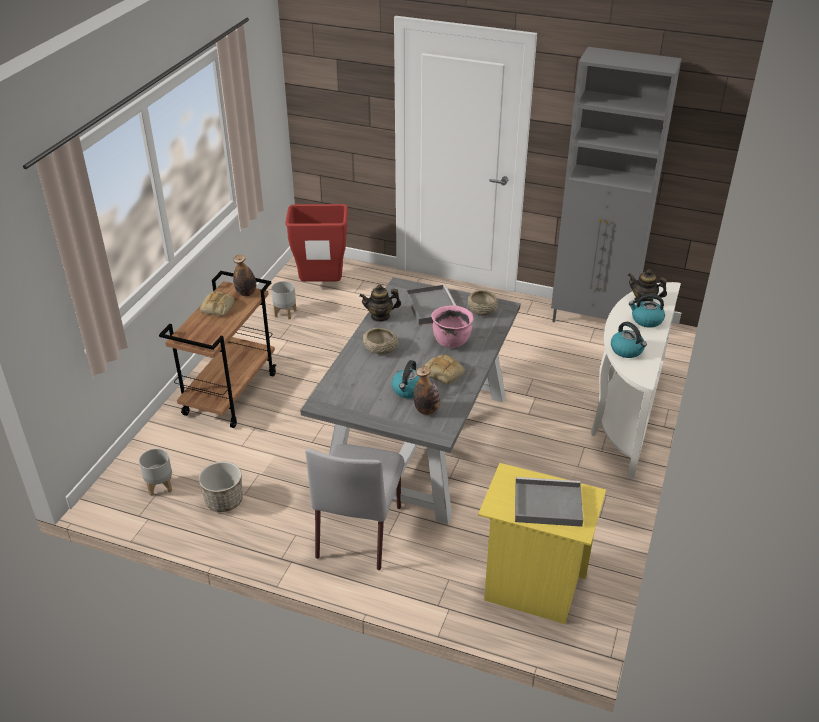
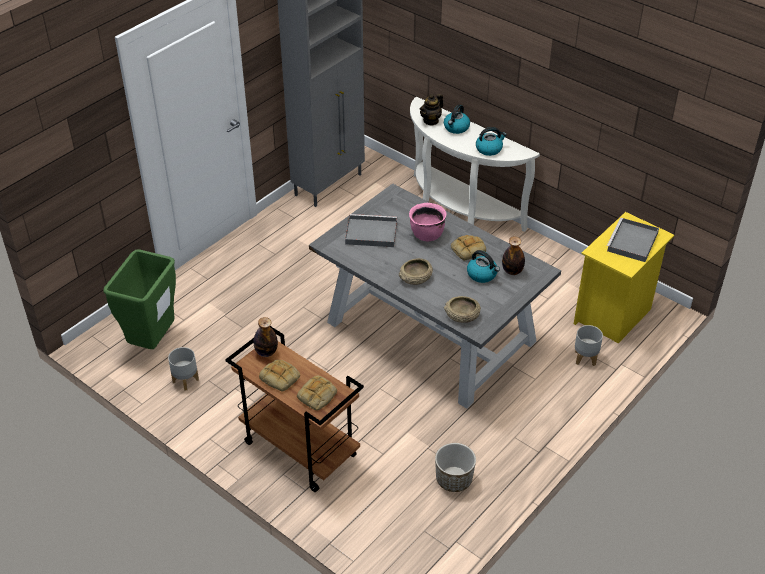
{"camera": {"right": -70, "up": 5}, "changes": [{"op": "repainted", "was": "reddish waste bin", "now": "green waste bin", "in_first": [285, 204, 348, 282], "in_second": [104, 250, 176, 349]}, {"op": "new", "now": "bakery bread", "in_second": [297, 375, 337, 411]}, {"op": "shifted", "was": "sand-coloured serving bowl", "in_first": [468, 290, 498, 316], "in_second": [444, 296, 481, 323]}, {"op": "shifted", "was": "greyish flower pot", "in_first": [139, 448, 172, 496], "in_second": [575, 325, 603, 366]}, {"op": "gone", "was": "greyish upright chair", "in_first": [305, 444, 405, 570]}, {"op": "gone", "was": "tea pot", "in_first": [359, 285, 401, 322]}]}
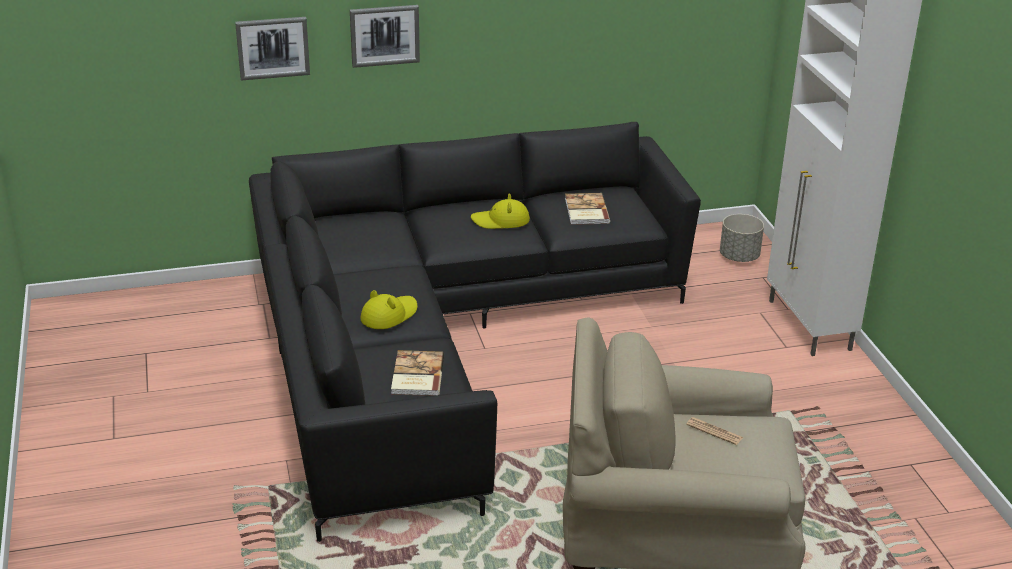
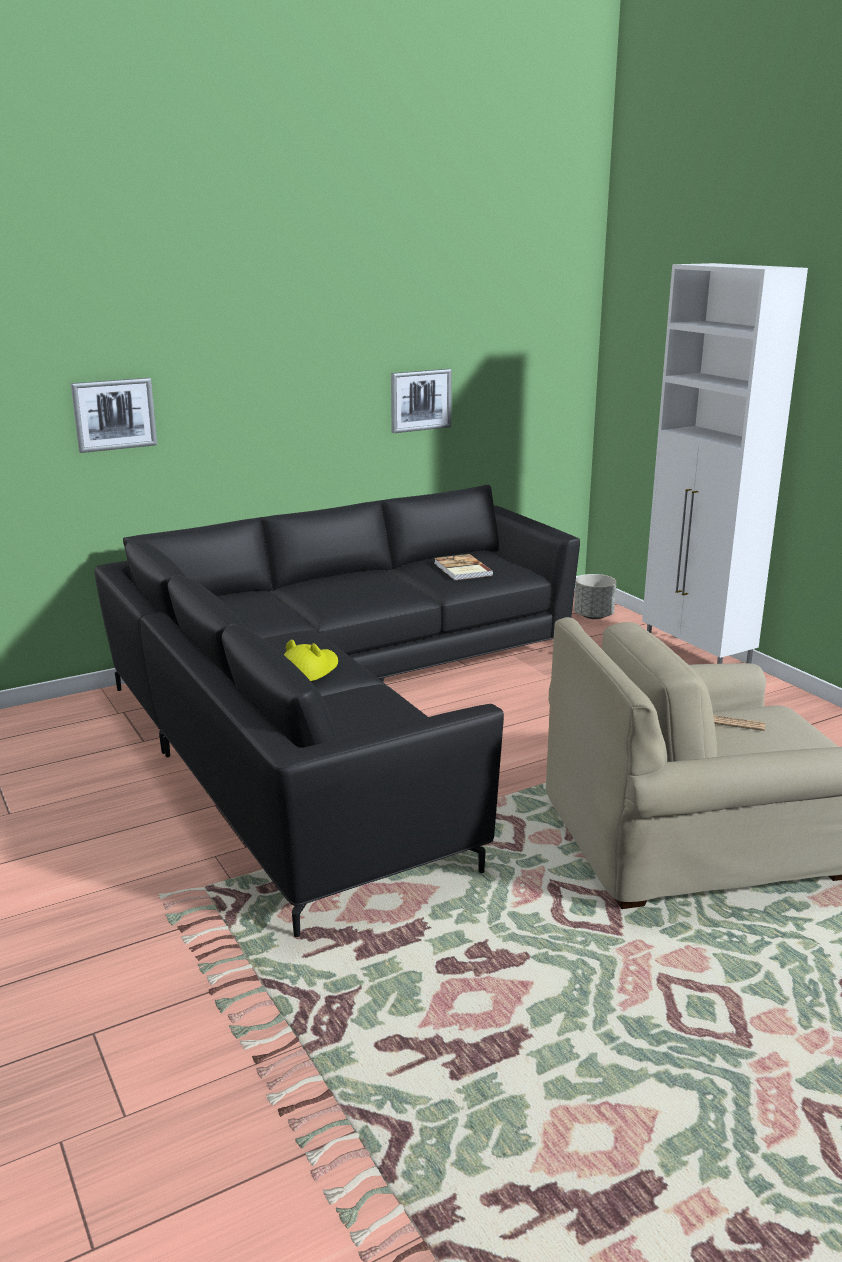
{"camera": {"right": -15, "up": -10}, "changes": [{"op": "shifted", "was": "picture", "in_first": [350, 5, 420, 68], "in_second": [391, 369, 452, 433]}, {"op": "gone", "was": "book", "in_first": [391, 350, 444, 396]}, {"op": "gone", "was": "yellow clothing hat", "in_first": [471, 193, 530, 229]}]}
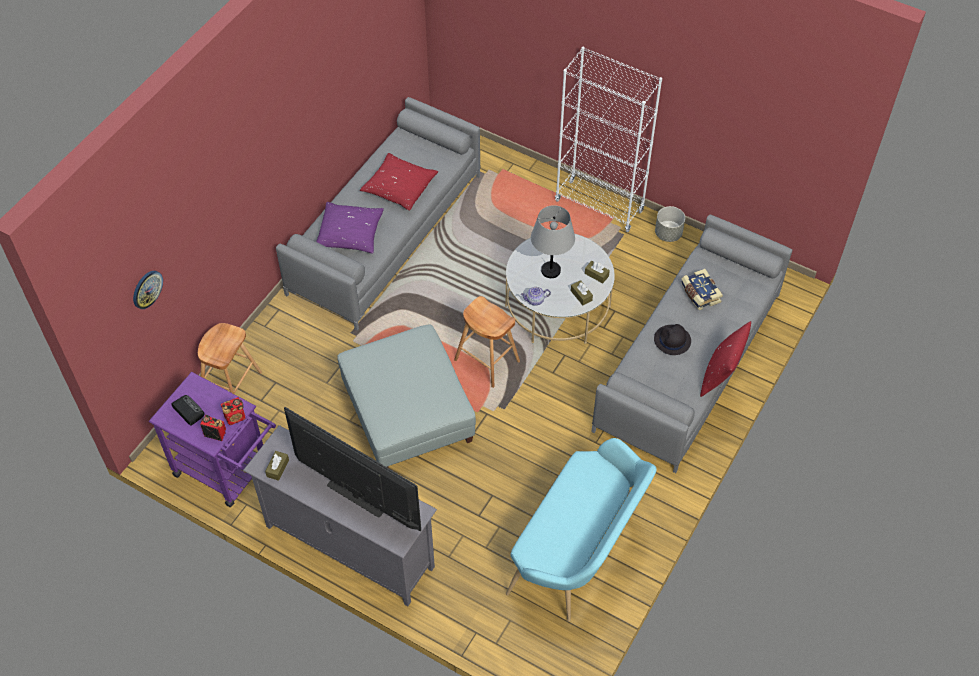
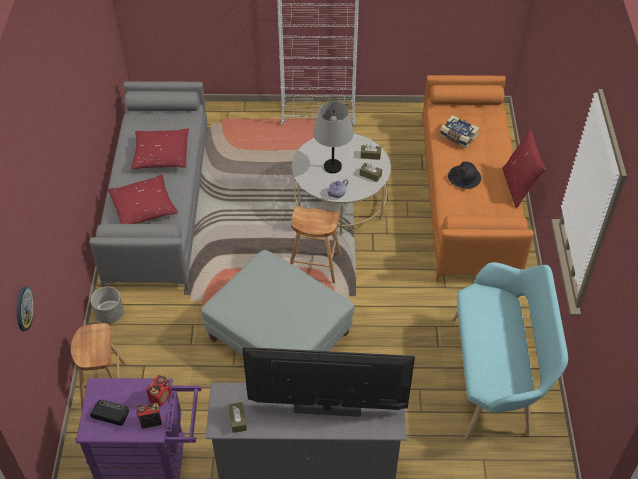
{"camera": {"right": -30, "up": -5}, "changes": [{"op": "shifted", "was": "greyish flower pot", "in_first": [655, 206, 685, 242], "in_second": [91, 287, 124, 324]}, {"op": "repainted", "was": "purplish pillow", "now": "reddish pillow", "in_first": [316, 202, 384, 253], "in_second": [108, 175, 178, 224]}, {"op": "repainted", "was": "greyish settee", "now": "orangey settee", "in_first": [591, 214, 792, 473], "in_second": [422, 75, 534, 281]}]}
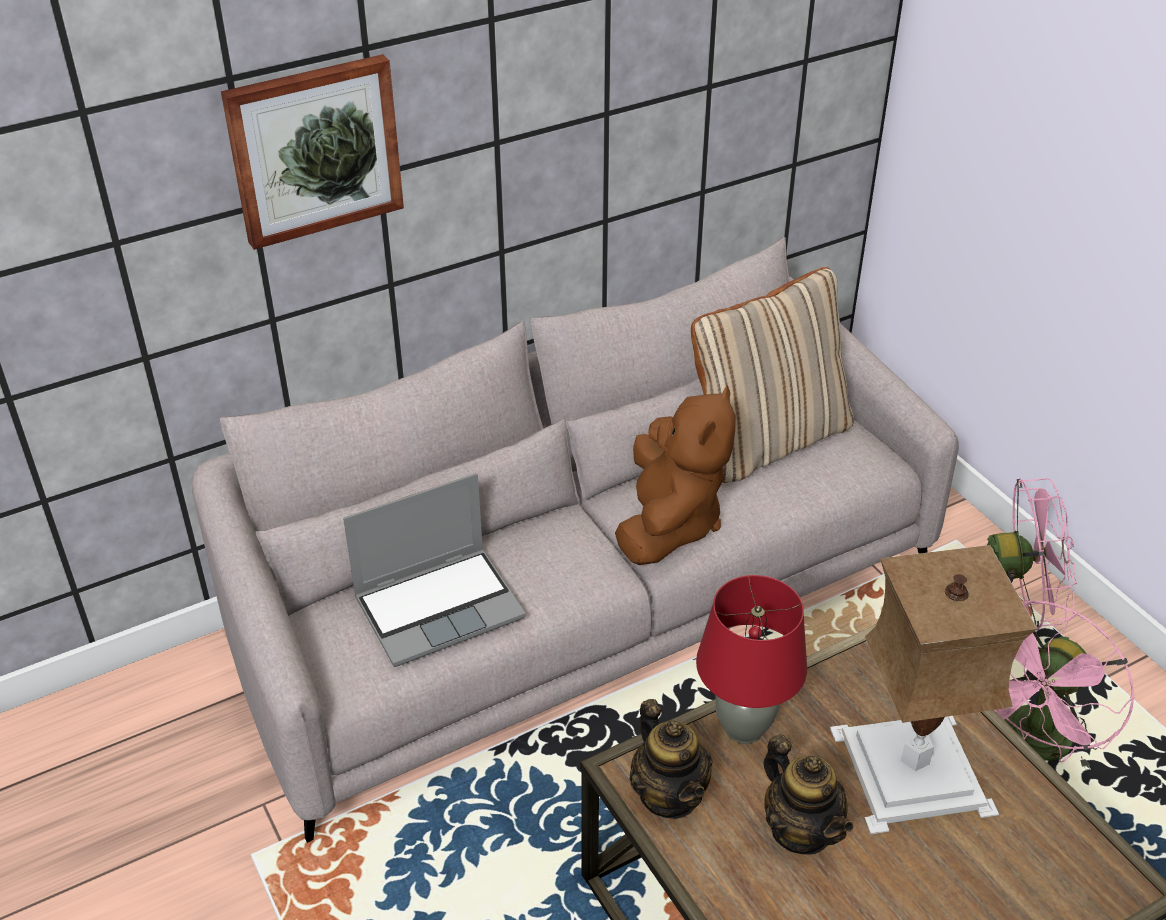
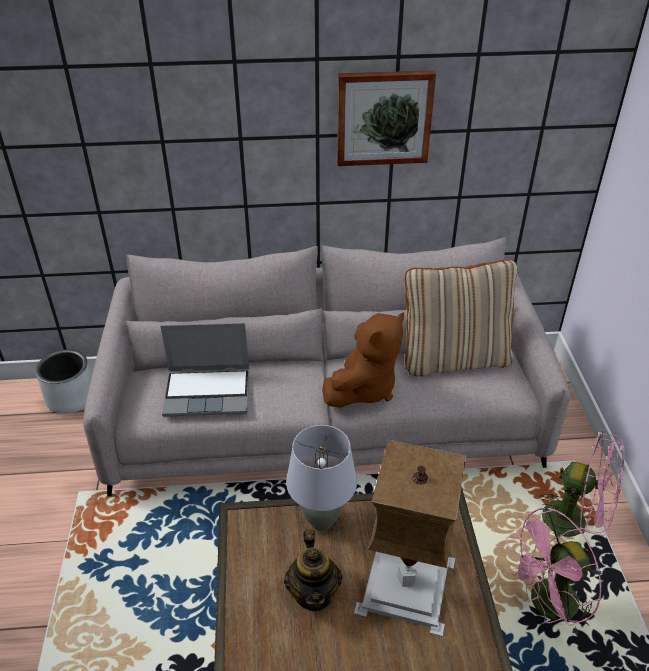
{"camera": {"right": 25, "up": 0}, "changes": [{"op": "new", "now": "greyish flower pot", "in_second": [35, 349, 92, 414]}, {"op": "repainted", "was": "reddish lamp for a table", "now": "greyish lamp for a table", "in_first": [696, 575, 807, 744], "in_second": [286, 425, 357, 531]}, {"op": "shifted", "was": "picture", "in_first": [221, 54, 404, 250], "in_second": [337, 70, 436, 166]}, {"op": "gone", "was": "tea pot", "in_first": [629, 699, 712, 819]}]}
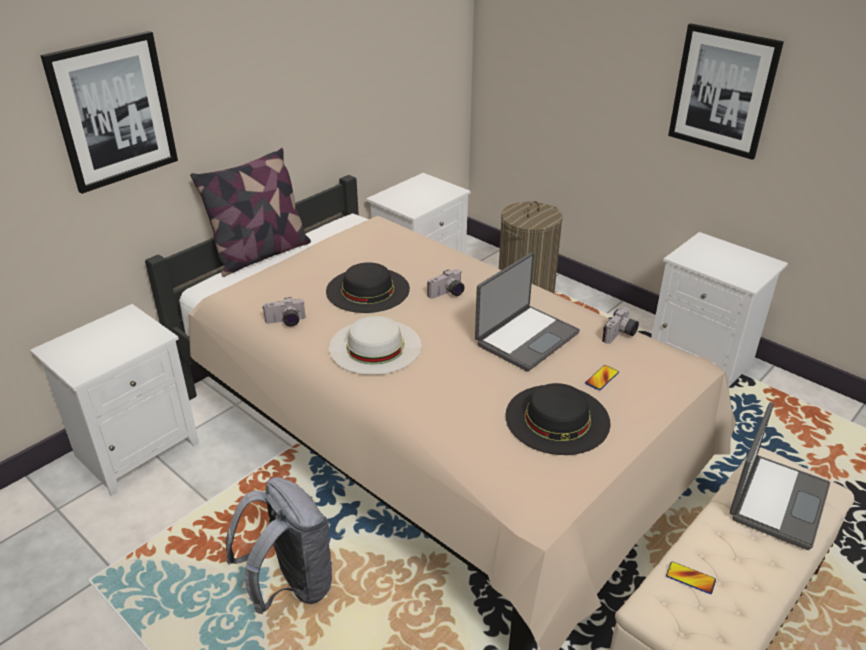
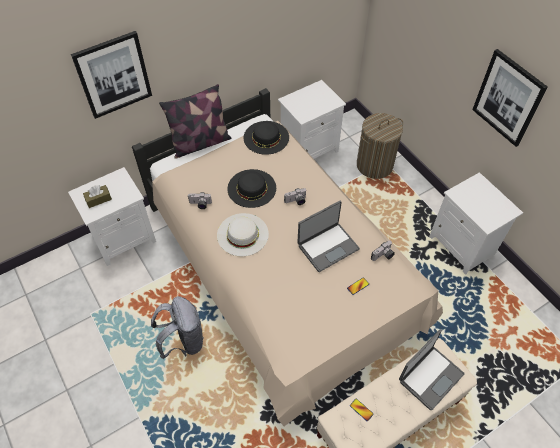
{"camera": {"right": 15, "up": 20}, "changes": [{"op": "new", "now": "brown tissue box", "in_second": [83, 185, 112, 208]}, {"op": "shifted", "was": "blackish clothing hat", "in_first": [505, 383, 610, 455], "in_second": [244, 121, 289, 155]}]}
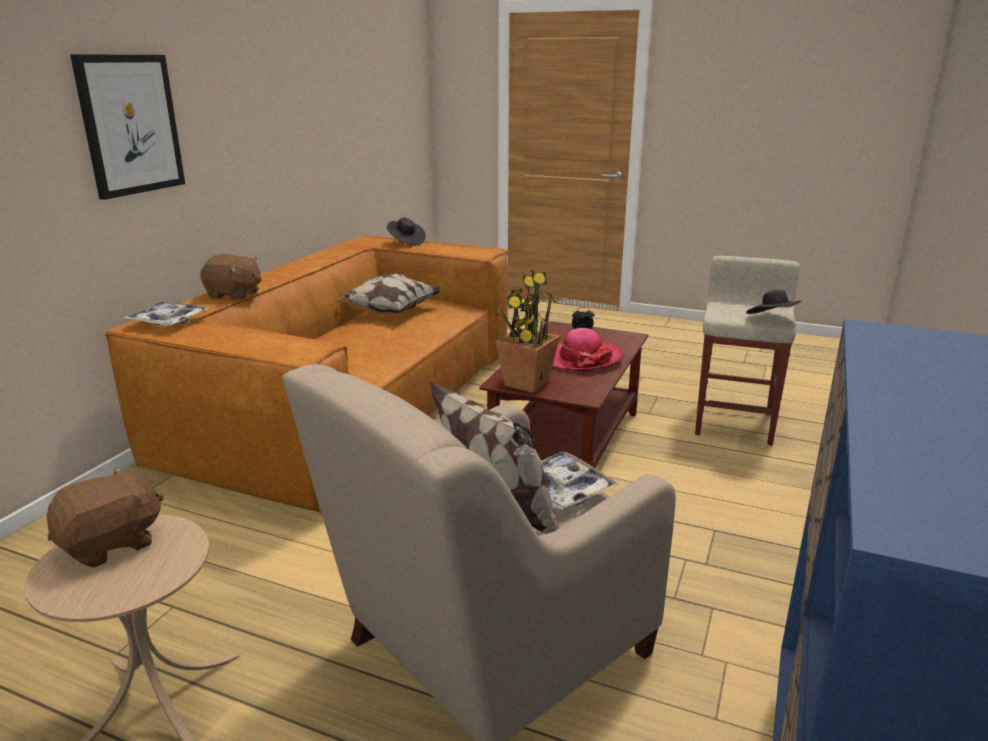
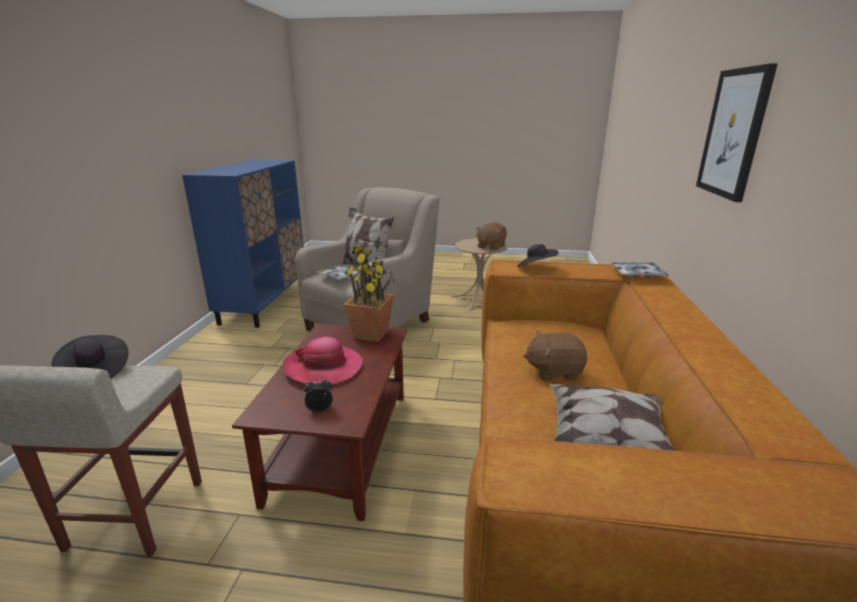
{"camera": {"right": 165, "up": 0}, "changes": [{"op": "shifted", "was": "blackish clothing hat", "in_first": [387, 218, 426, 246], "in_second": [517, 244, 559, 267]}, {"op": "shifted", "was": "brown soft toy", "in_first": [200, 254, 262, 300], "in_second": [524, 331, 587, 381]}]}
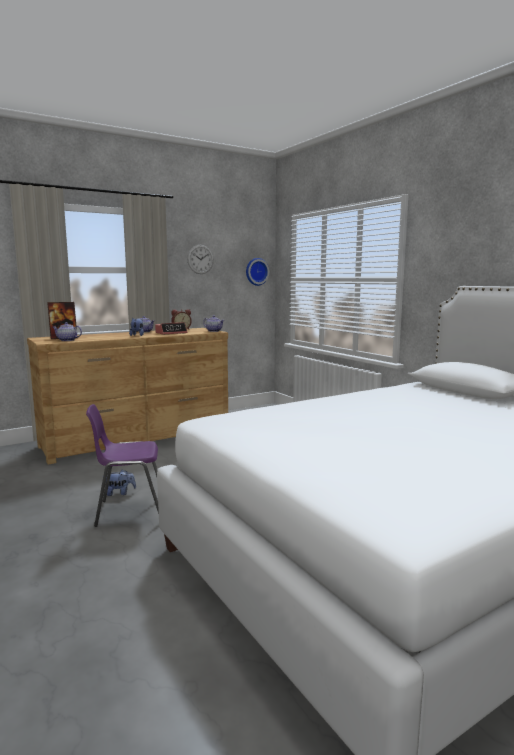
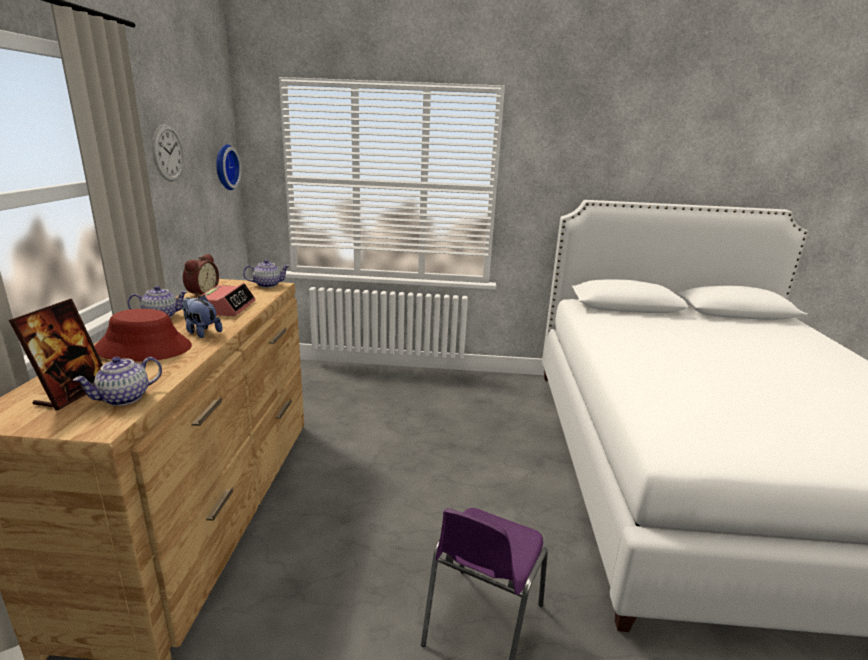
{"camera": {"right": -55, "up": 10}, "changes": [{"op": "new", "now": "reddish clothing hat", "in_second": [94, 309, 192, 362]}, {"op": "gone", "was": "soft toy", "in_first": [106, 469, 136, 496]}]}
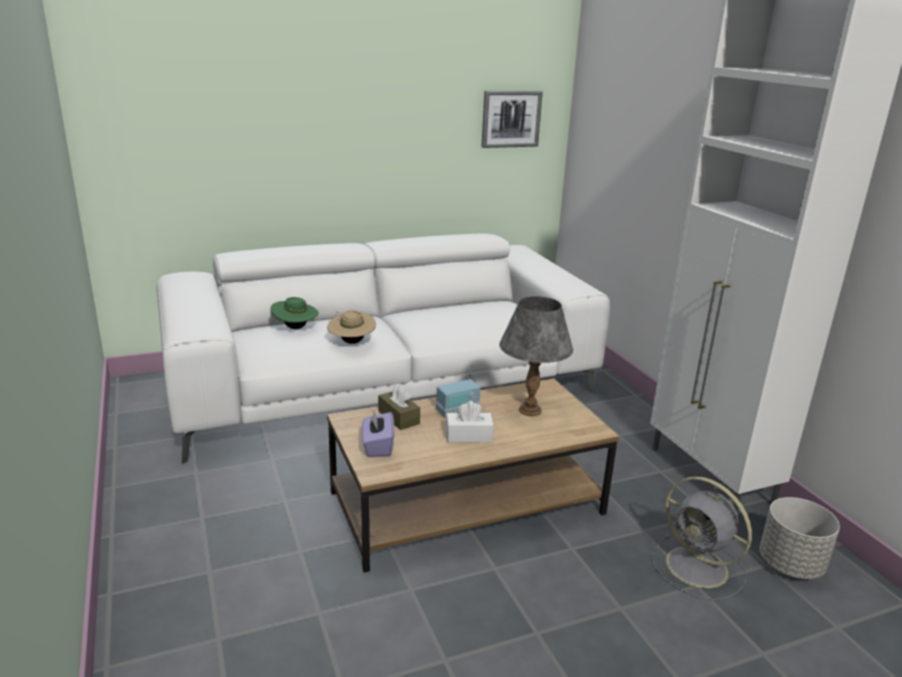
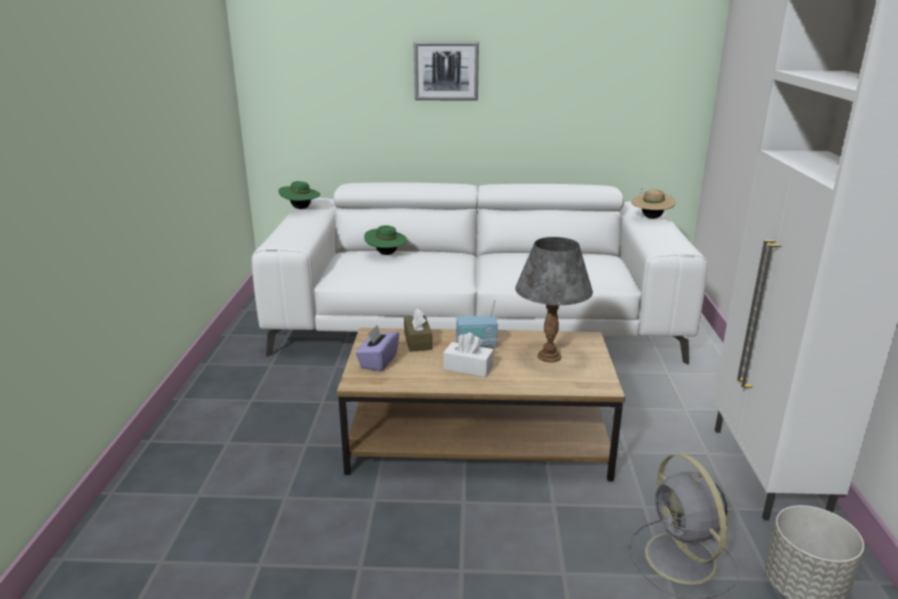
{"camera": {"right": 25, "up": 0}, "changes": [{"op": "new", "now": "green clothing hat", "in_second": [279, 181, 320, 209]}, {"op": "shifted", "was": "picture", "in_first": [481, 91, 543, 148], "in_second": [414, 41, 479, 101]}, {"op": "shifted", "was": "sand-coloured clothing hat", "in_first": [327, 310, 376, 344], "in_second": [631, 189, 676, 219]}]}
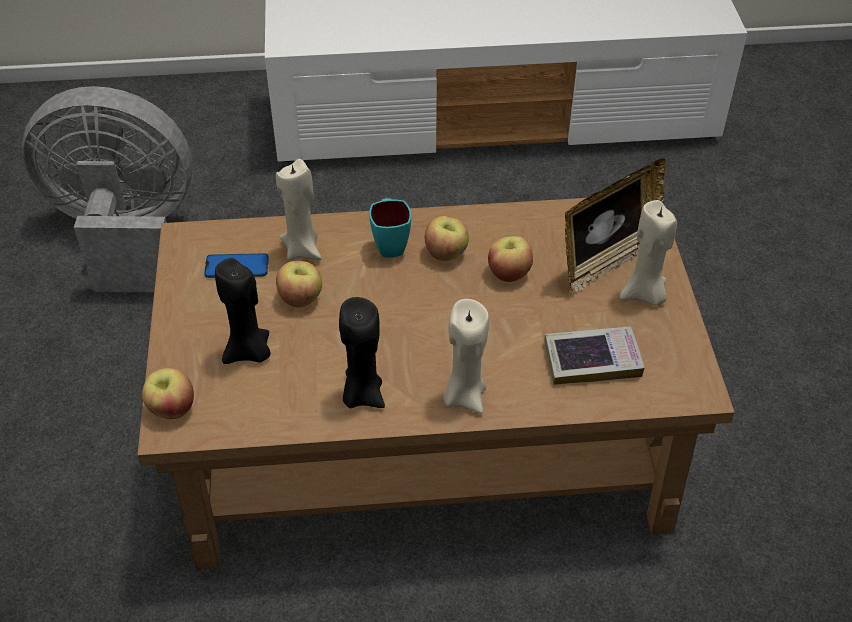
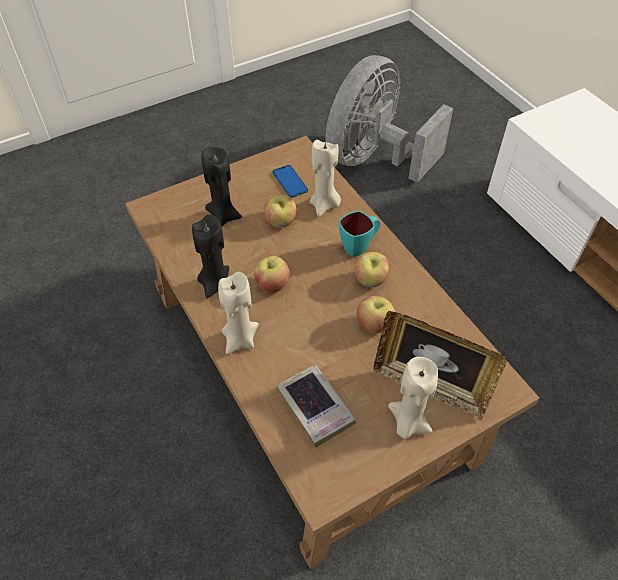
{"camera": {"right": 65, "up": 5}, "changes": [{"op": "shifted", "was": "whole apple", "in_first": [142, 368, 194, 419], "in_second": [254, 256, 290, 293]}, {"op": "rotated", "was": "greyish cooling fan", "in_first": [22, 86, 192, 292], "in_second": [326, 55, 453, 183], "clockwise": -120}]}
